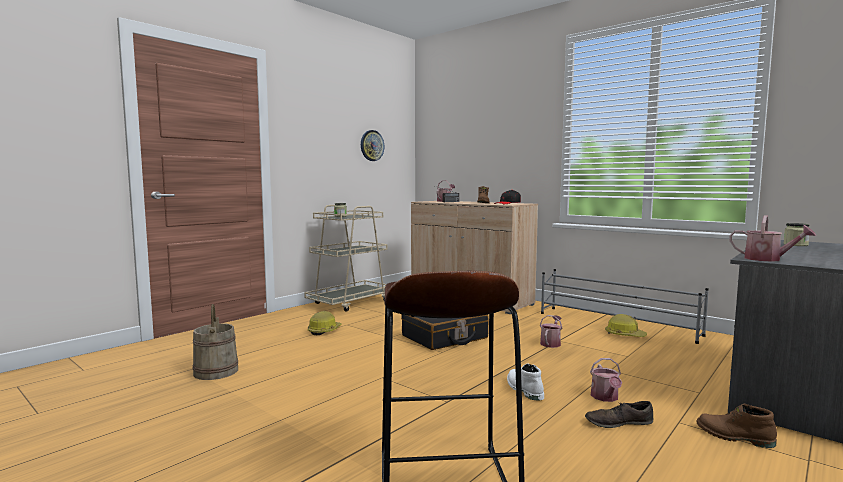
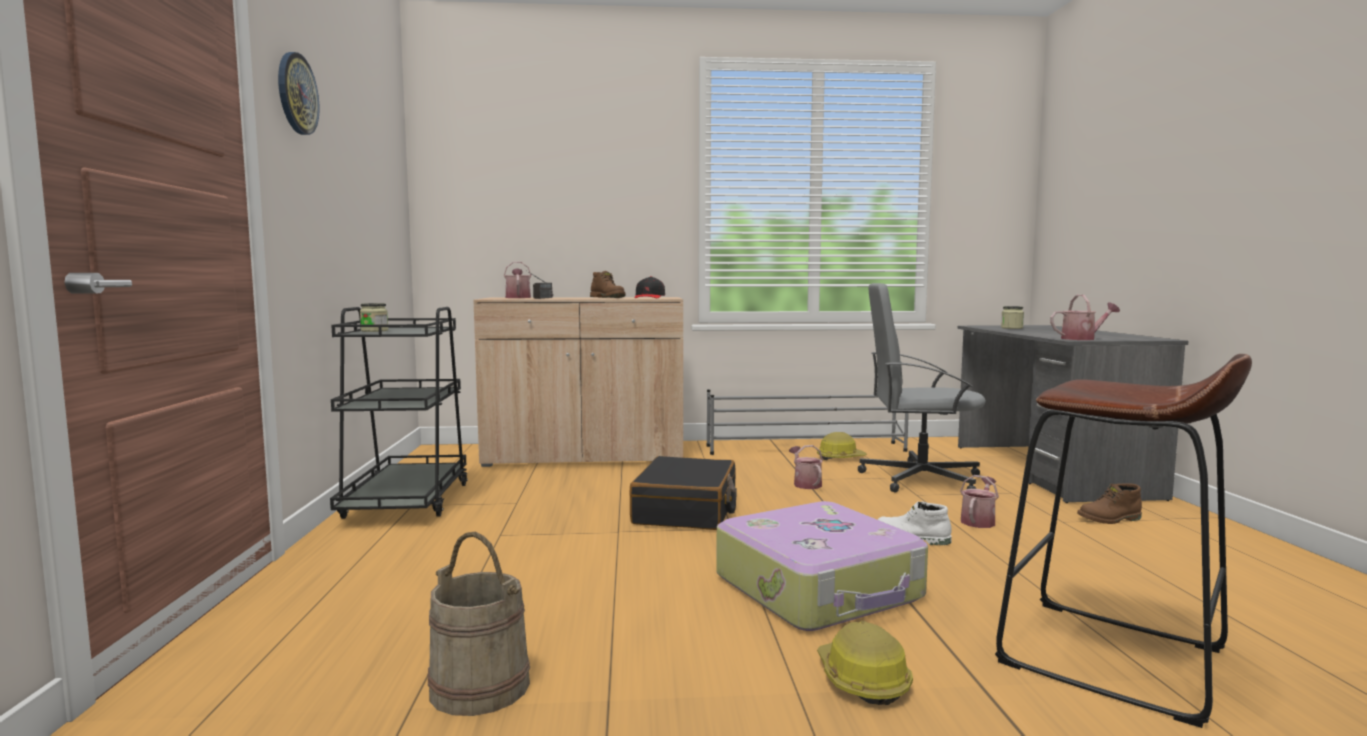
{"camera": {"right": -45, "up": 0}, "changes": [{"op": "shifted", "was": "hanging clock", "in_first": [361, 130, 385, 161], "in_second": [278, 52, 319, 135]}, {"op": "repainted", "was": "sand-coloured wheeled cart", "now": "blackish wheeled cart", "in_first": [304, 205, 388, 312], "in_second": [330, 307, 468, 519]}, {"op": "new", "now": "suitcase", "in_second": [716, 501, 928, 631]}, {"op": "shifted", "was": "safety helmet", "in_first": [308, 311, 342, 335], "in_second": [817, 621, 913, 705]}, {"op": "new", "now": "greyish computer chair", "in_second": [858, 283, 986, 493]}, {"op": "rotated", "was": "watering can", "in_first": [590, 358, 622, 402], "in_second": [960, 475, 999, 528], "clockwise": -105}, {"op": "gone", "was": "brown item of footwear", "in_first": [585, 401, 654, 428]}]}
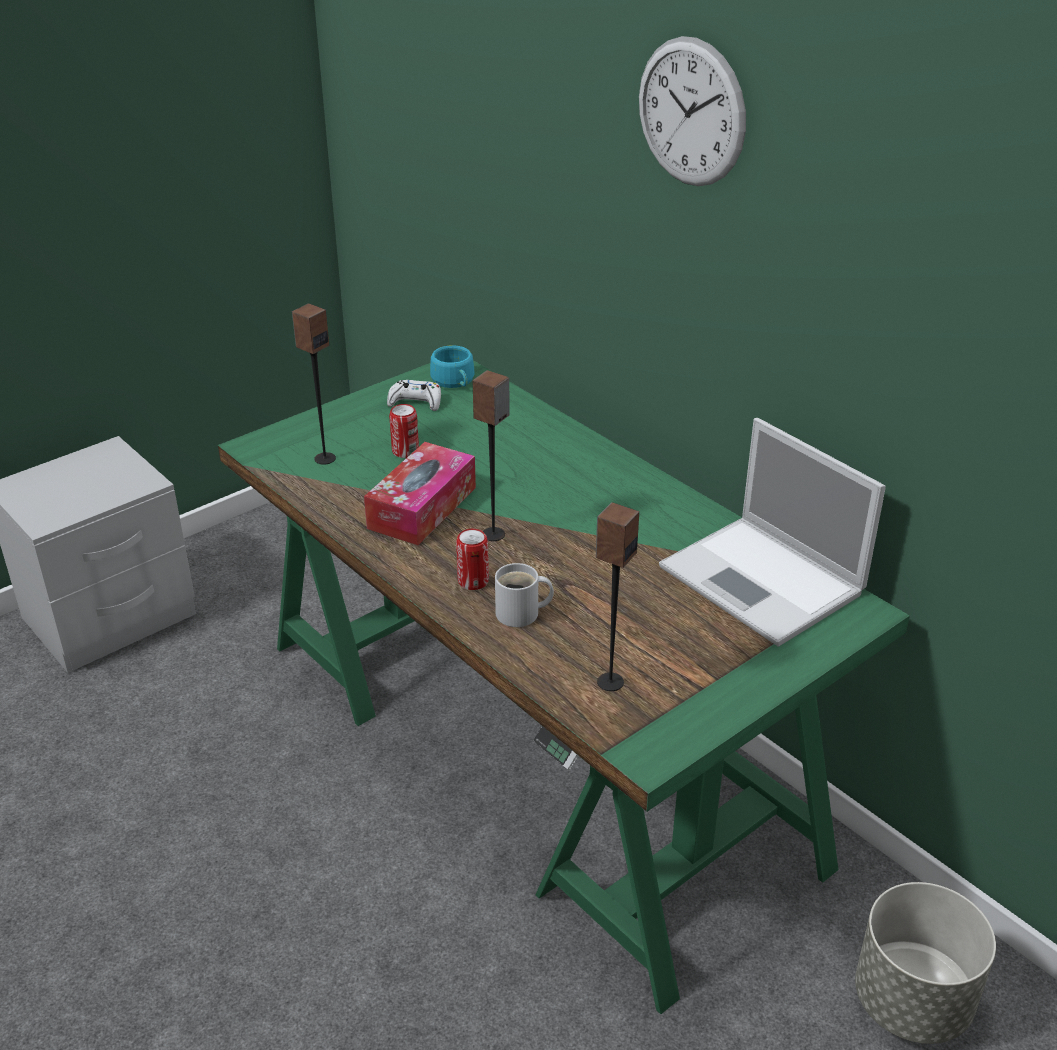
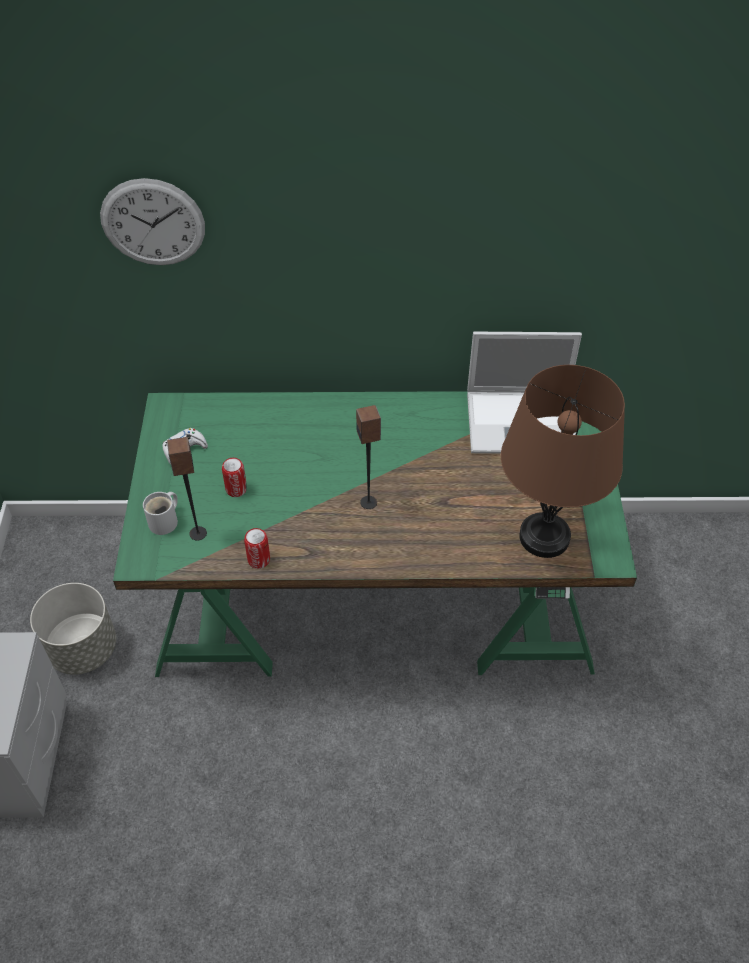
{"camera": {"right": -50, "up": 15}, "changes": [{"op": "shifted", "was": "greyish flower pot", "in_first": [855, 882, 996, 1044], "in_second": [30, 583, 116, 675]}, {"op": "shifted", "was": "hanging clock", "in_first": [639, 36, 746, 186], "in_second": [100, 178, 205, 265]}, {"op": "shifted", "was": "white tea mug", "in_first": [495, 563, 554, 627], "in_second": [143, 492, 178, 535]}, {"op": "shifted", "was": "can", "in_first": [456, 529, 489, 590], "in_second": [244, 528, 270, 569]}, {"op": "swapped", "was": "speaker", "now": "brown lamp for a table", "in_first": [596, 502, 639, 691], "in_second": [501, 365, 625, 558]}, {"op": "gone", "was": "tissue box", "in_first": [364, 442, 476, 545]}, {"op": "gone", "was": "turquoise-coloured cup", "in_first": [430, 345, 475, 388]}]}
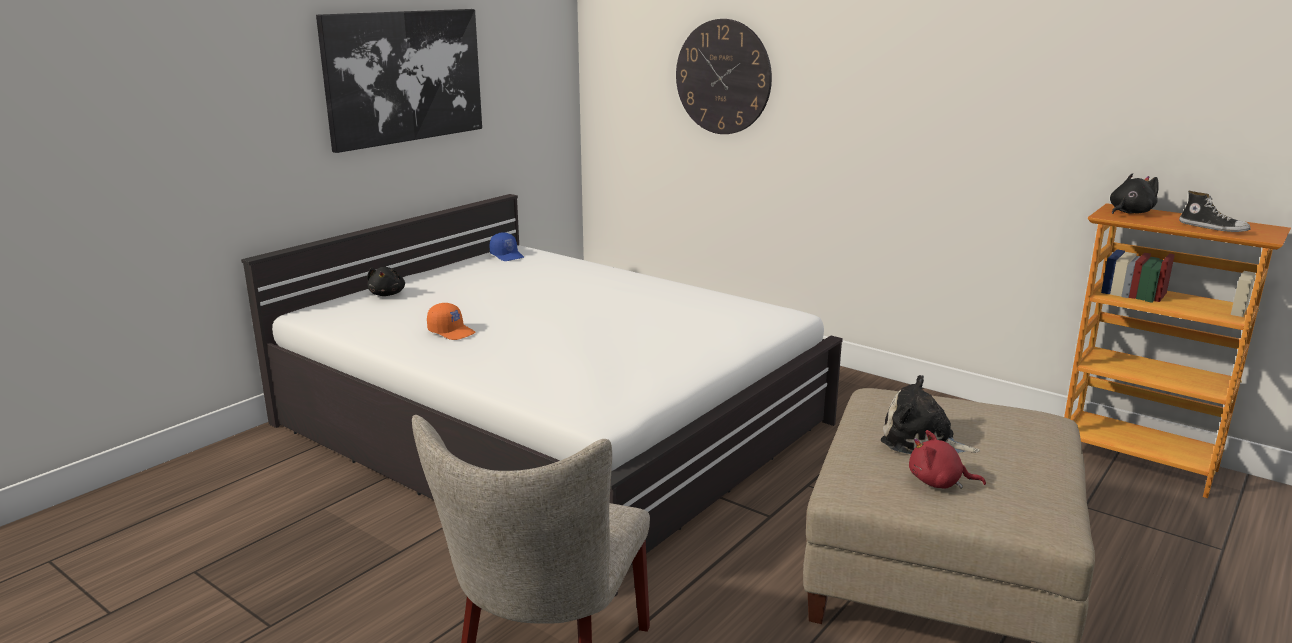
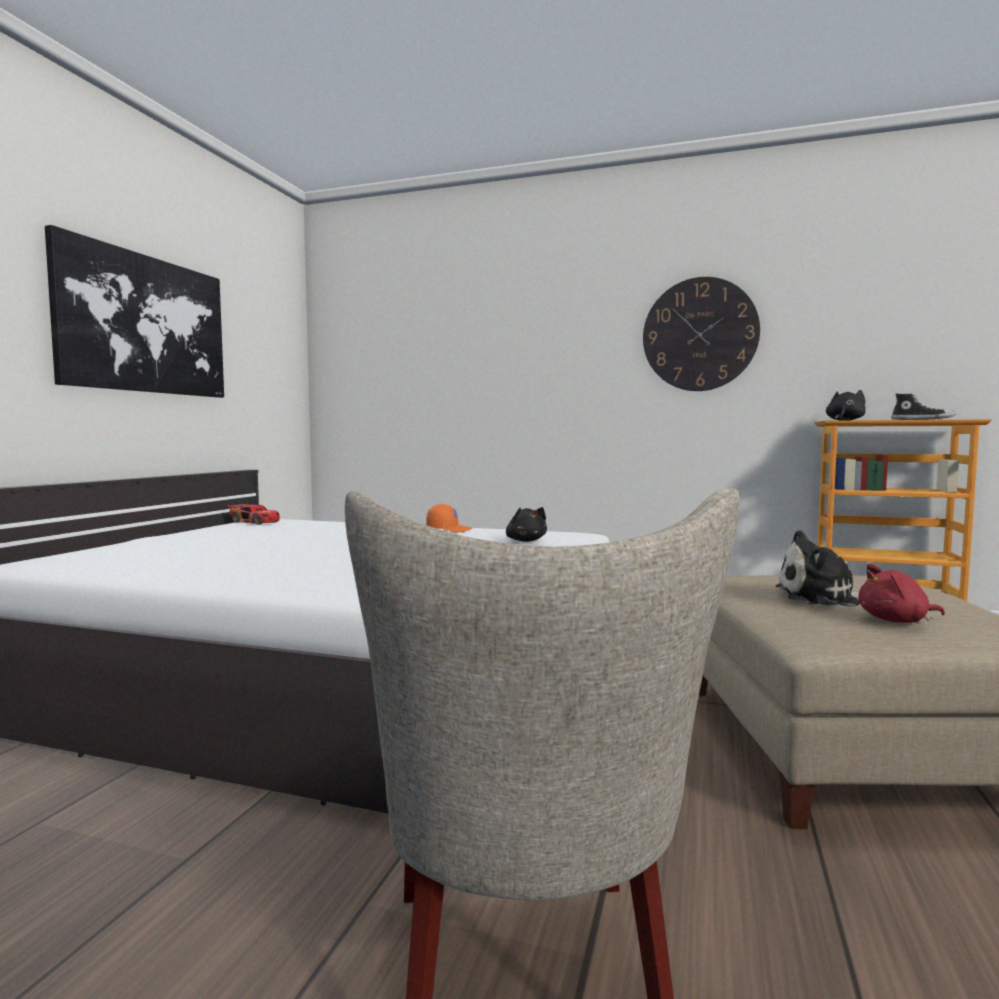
{"camera": {"right": -20, "up": -15}, "changes": [{"op": "swapped", "was": "bluish baseball cap", "now": "model car", "in_first": [490, 232, 524, 261], "in_second": [227, 503, 280, 525]}, {"op": "shifted", "was": "orangey baseball cap", "in_first": [427, 303, 475, 340], "in_second": [426, 504, 472, 533]}, {"op": "shifted", "was": "blackish soft toy", "in_first": [367, 267, 405, 296], "in_second": [506, 507, 547, 542]}, {"op": "shifted", "was": "hanging clock", "in_first": [676, 19, 772, 134], "in_second": [643, 277, 760, 391]}]}
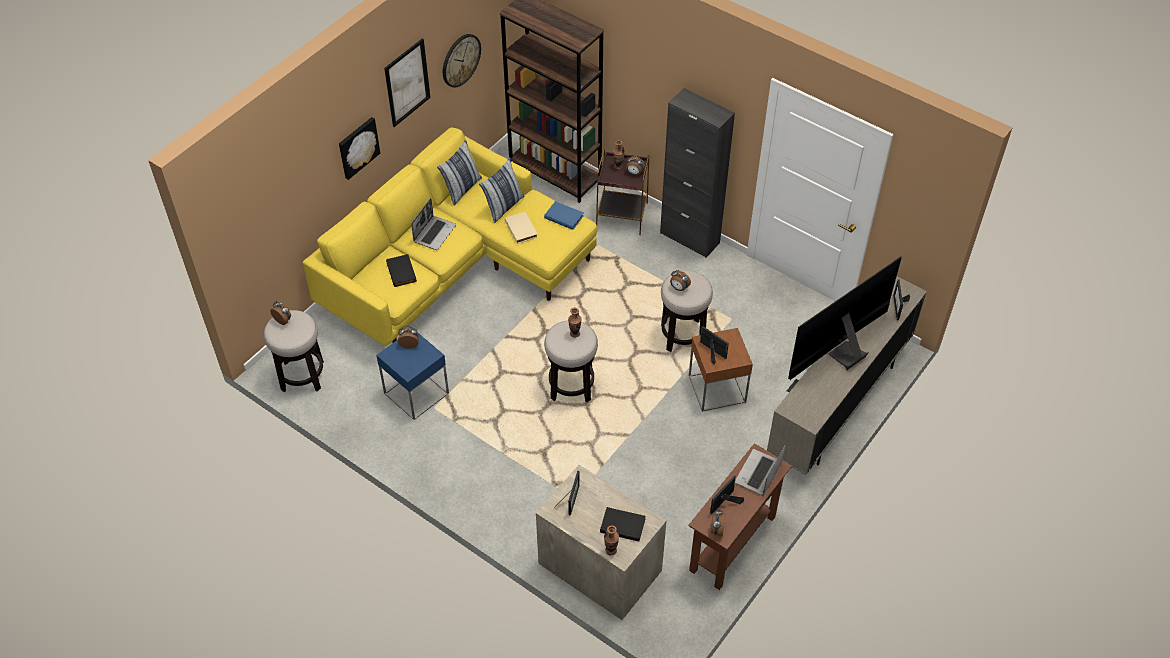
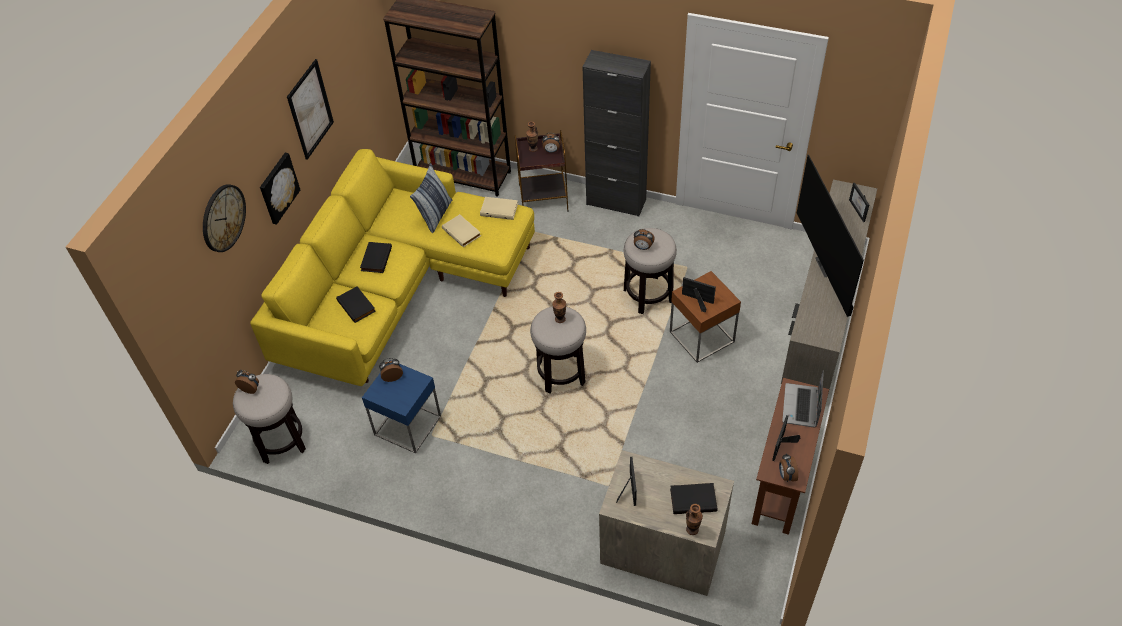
{"camera": {"right": -15, "up": 0}, "changes": [{"op": "shifted", "was": "hanging clock", "in_first": [443, 34, 481, 88], "in_second": [203, 184, 246, 252]}, {"op": "swapped", "was": "notebook computer", "now": "blackish book", "in_first": [411, 198, 456, 250], "in_second": [360, 242, 392, 273]}, {"op": "repainted", "was": "bluish book", "now": "sand-coloured book", "in_first": [544, 201, 584, 230], "in_second": [480, 197, 518, 220]}, {"op": "rotated", "was": "TV set", "in_first": [788, 256, 902, 380], "in_second": [797, 155, 864, 317], "clockwise": -45}, {"op": "gone", "was": "pillow", "in_first": [437, 139, 482, 205]}]}
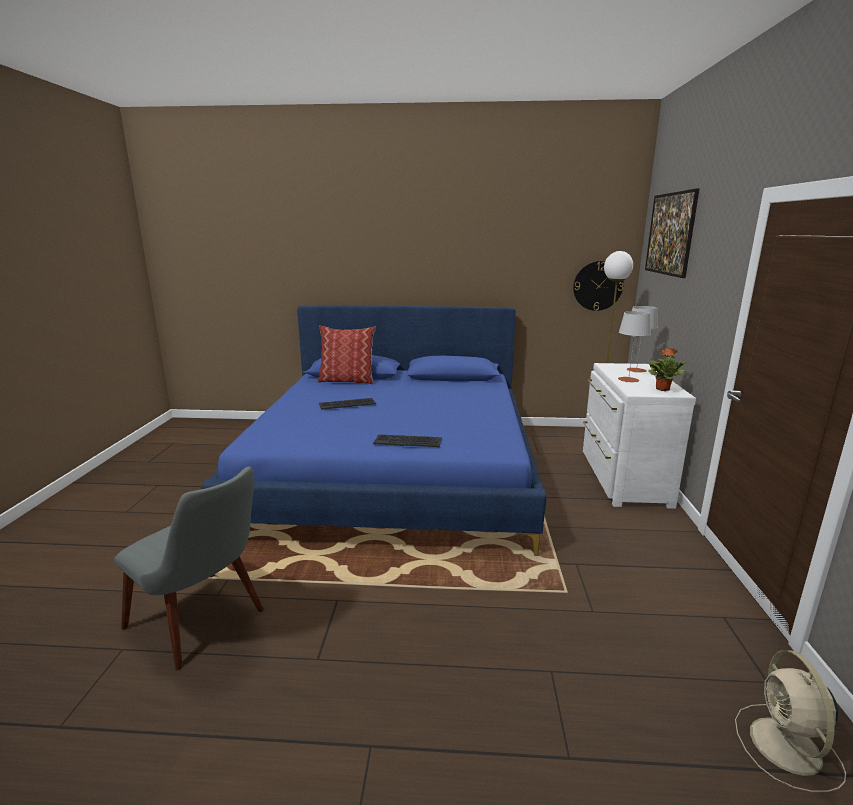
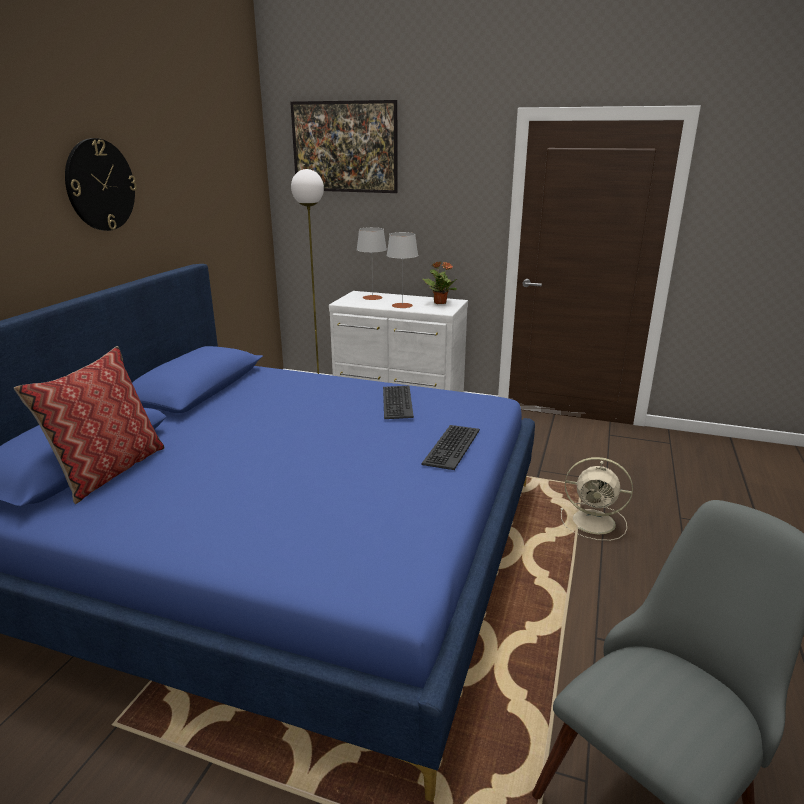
{"camera": {"right": -75, "up": 5}, "changes": [{"op": "shifted", "was": "hanging clock", "in_first": [573, 261, 624, 311], "in_second": [65, 138, 137, 231]}, {"op": "shifted", "was": "PC keyboard", "in_first": [319, 398, 376, 410], "in_second": [383, 386, 414, 419]}, {"op": "shifted", "was": "sand-coloured cooling fan", "in_first": [735, 650, 846, 792], "in_second": [560, 457, 633, 541]}]}
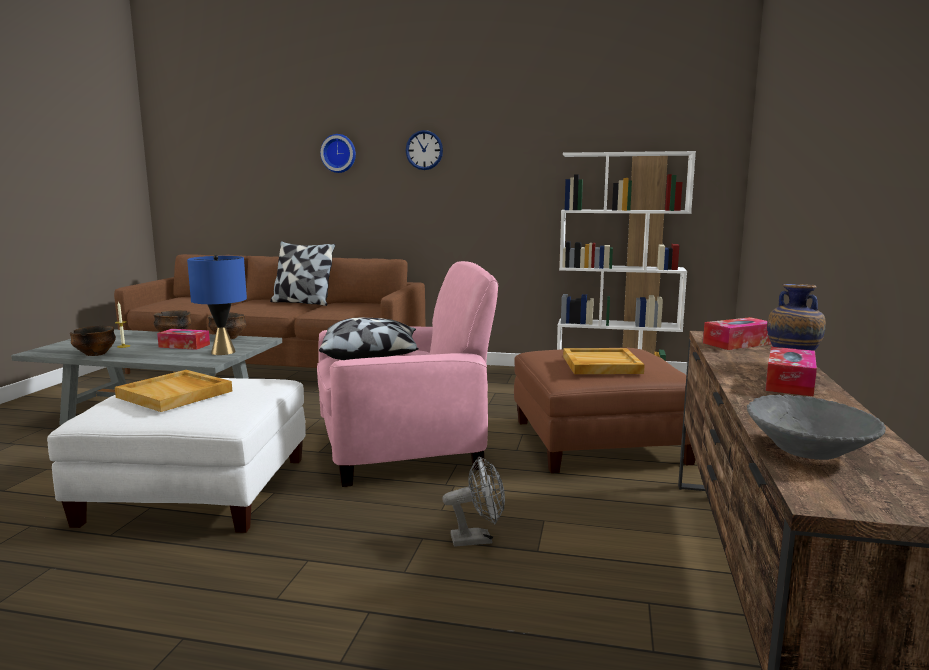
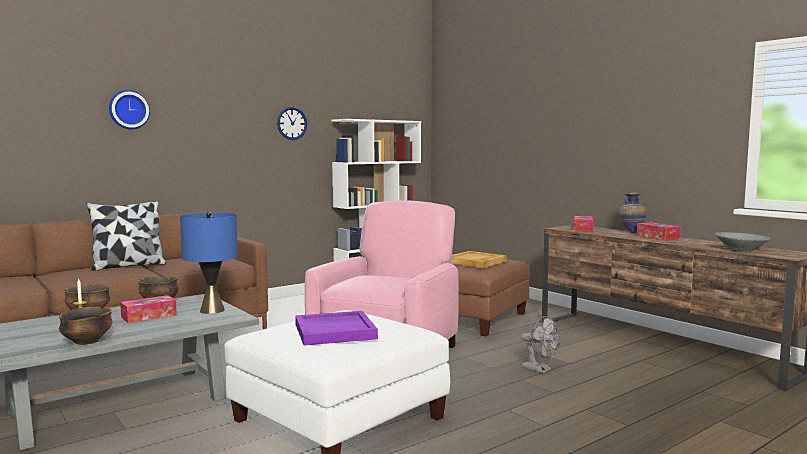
{"camera": {"right": -50, "up": -5}, "changes": [{"op": "shifted", "was": "hanging clock", "in_first": [406, 130, 443, 170], "in_second": [277, 107, 307, 140]}, {"op": "repainted", "was": "sand-coloured serving tray", "now": "purplish serving tray", "in_first": [115, 370, 232, 412], "in_second": [295, 311, 378, 345]}, {"op": "rotated", "was": "greyish cooling fan", "in_first": [442, 456, 505, 547], "in_second": [521, 316, 560, 373], "clockwise": 105}, {"op": "gone", "was": "pillow", "in_first": [319, 318, 419, 360]}]}
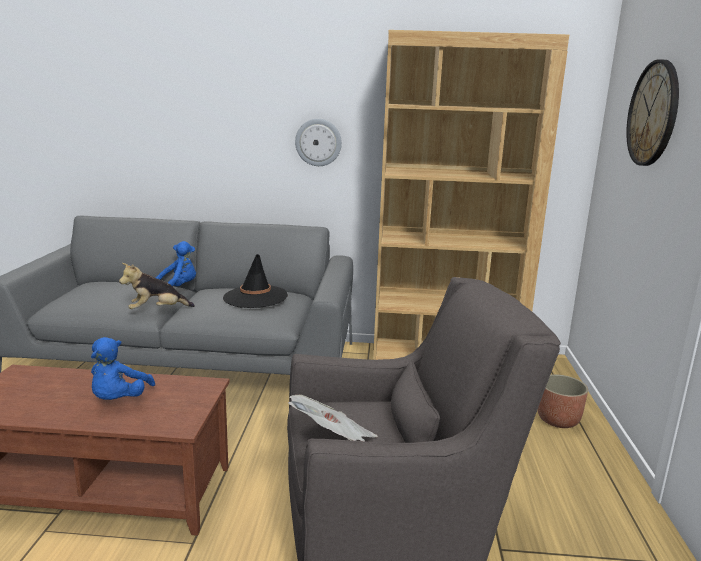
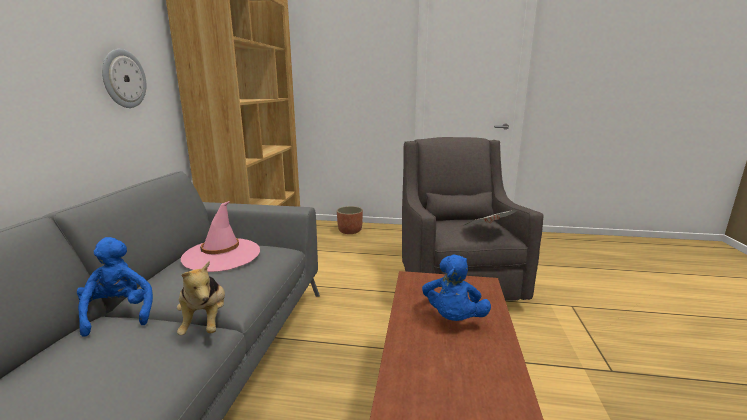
{"camera": {"right": -85, "up": 0}, "changes": [{"op": "repainted", "was": "blackish clothing hat", "now": "pink clothing hat", "in_first": [223, 254, 288, 308], "in_second": [181, 201, 260, 272]}, {"op": "rotated", "was": "bluish soft toy", "in_first": [91, 337, 155, 400], "in_second": [422, 254, 491, 321], "clockwise": 90}, {"op": "gone", "was": "hanging clock", "in_first": [626, 59, 679, 166]}]}
